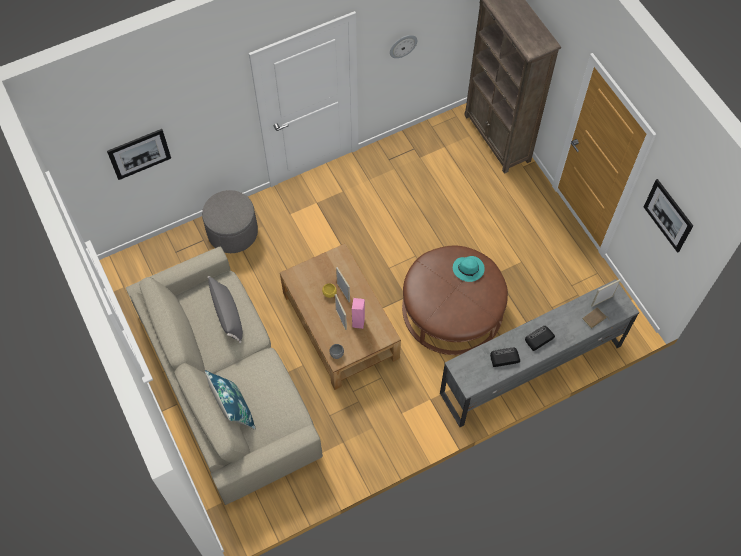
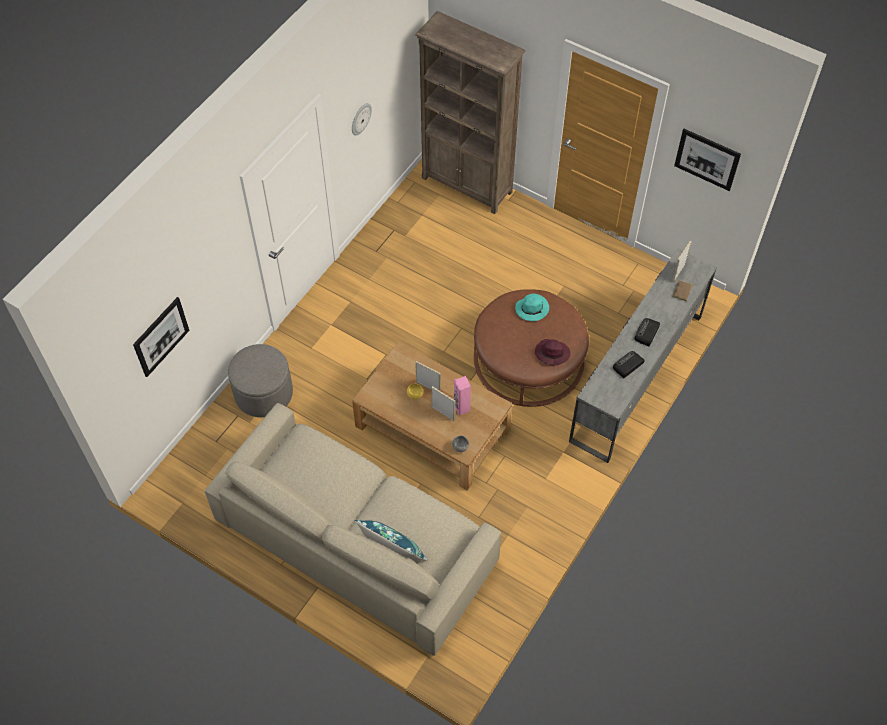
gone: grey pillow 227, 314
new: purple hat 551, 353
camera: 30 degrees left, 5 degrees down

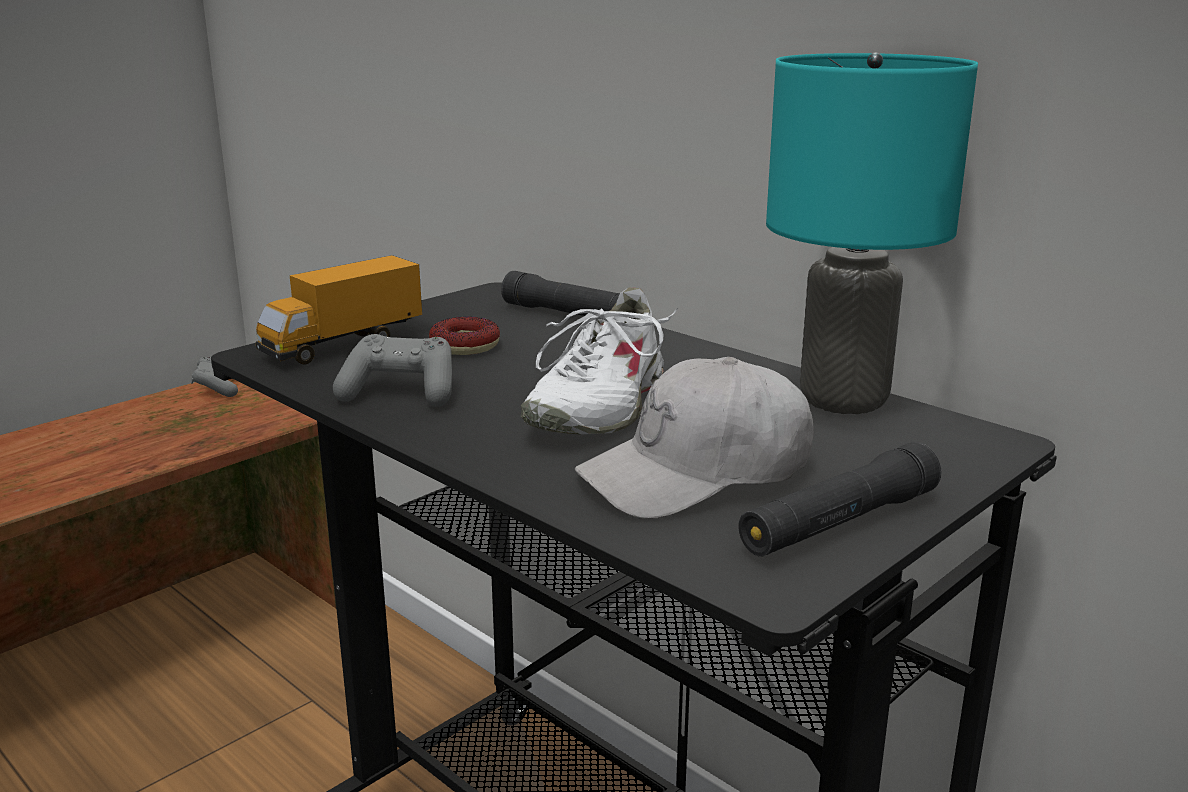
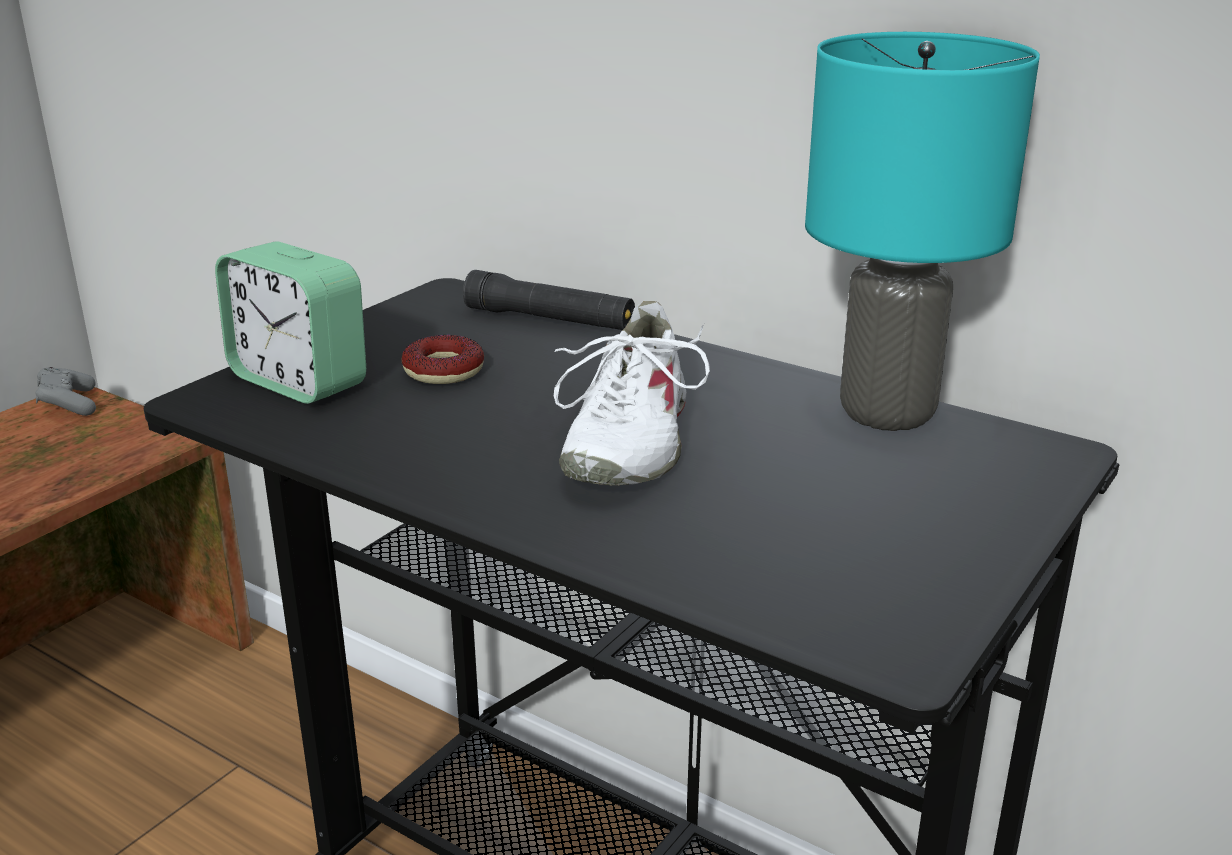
gone: grey game controller 400, 393; white cap 698, 474; black flashlight 839, 523
swapped: toy truck 342, 346 to alarm clock 299, 381
camera: 10 degrees left, 5 degrees up

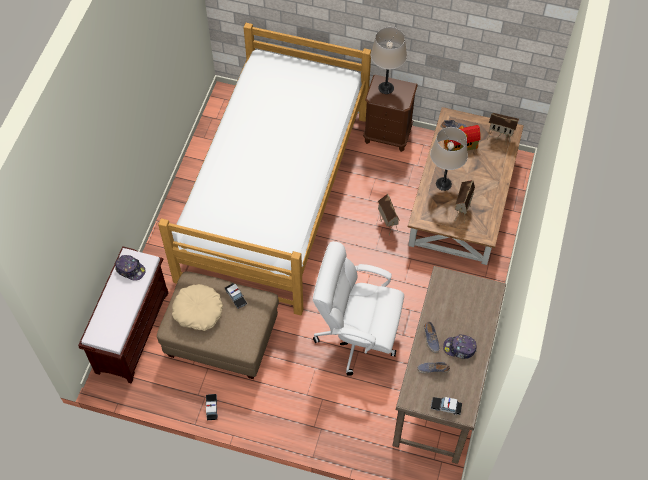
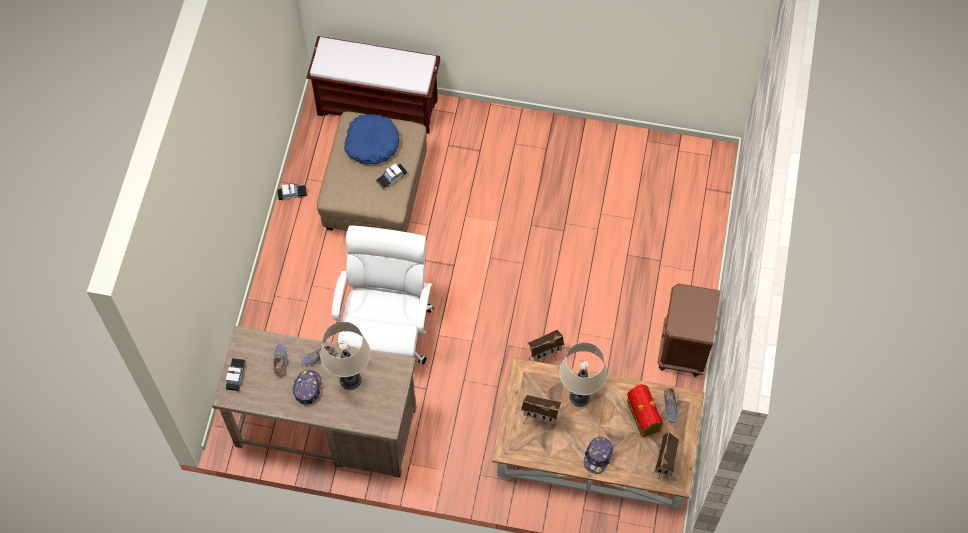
gone: bed 275, 195
shifted: beige table lamp 386, 88 to 350, 379; cap 130, 269 to 598, 456
repainted: beige pillow 199, 310 to blue pillow 373, 144
camera: 85 degrees right, 5 degrees up

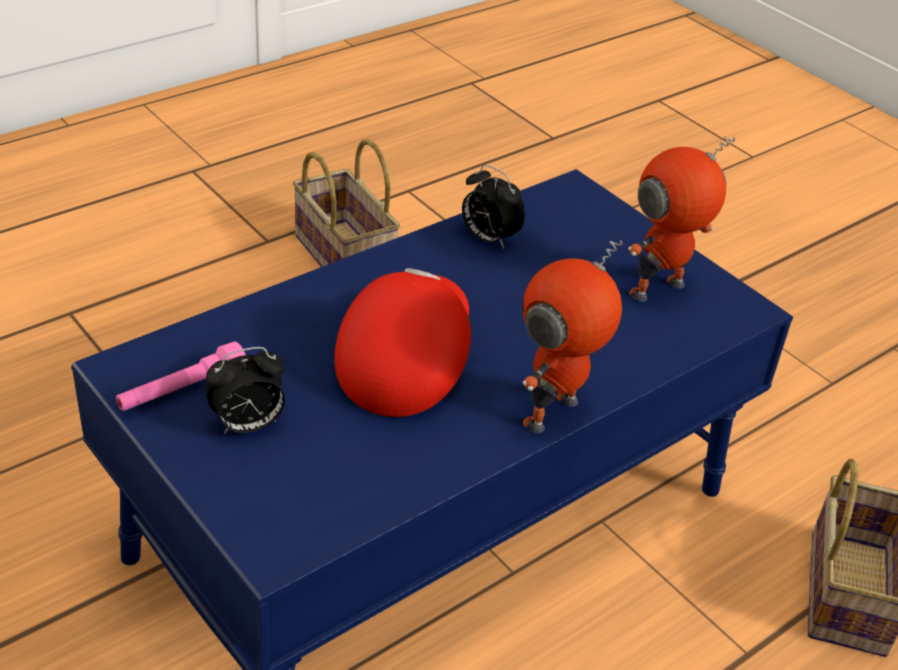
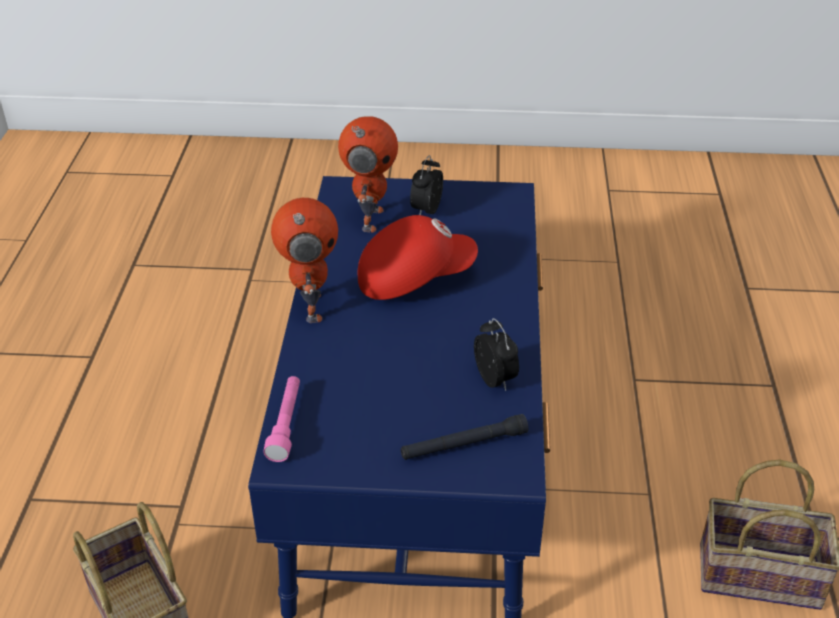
new: black flashlight 464, 445
shifted: toy robot 659, 291 to 370, 219; pink flashlight 182, 391 to 286, 424
rotated: alarm clock 488, 239 = 495, 380 75 degrees clockwise; red cap 403, 362 = 414, 278 75 degrees counterclockwise
camera: 135 degrees right, 0 degrees up

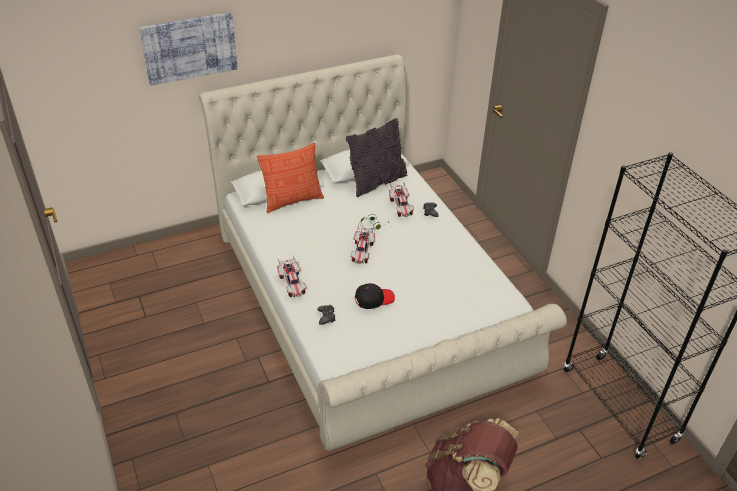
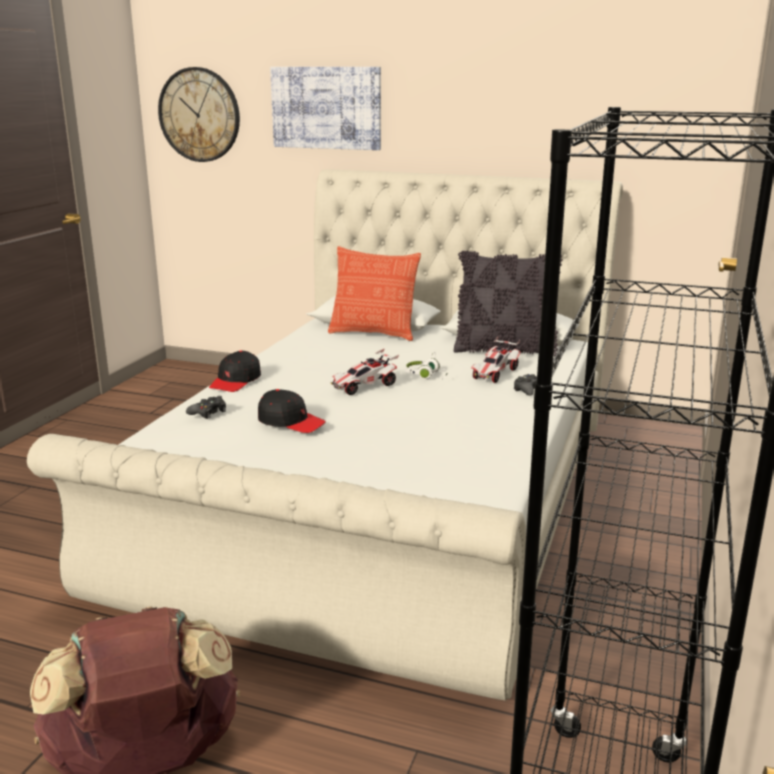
new: wall clock 199, 115
swapped: toy car 292, 284 to black cap 236, 381
camera: 45 degrees right, 20 degrees down

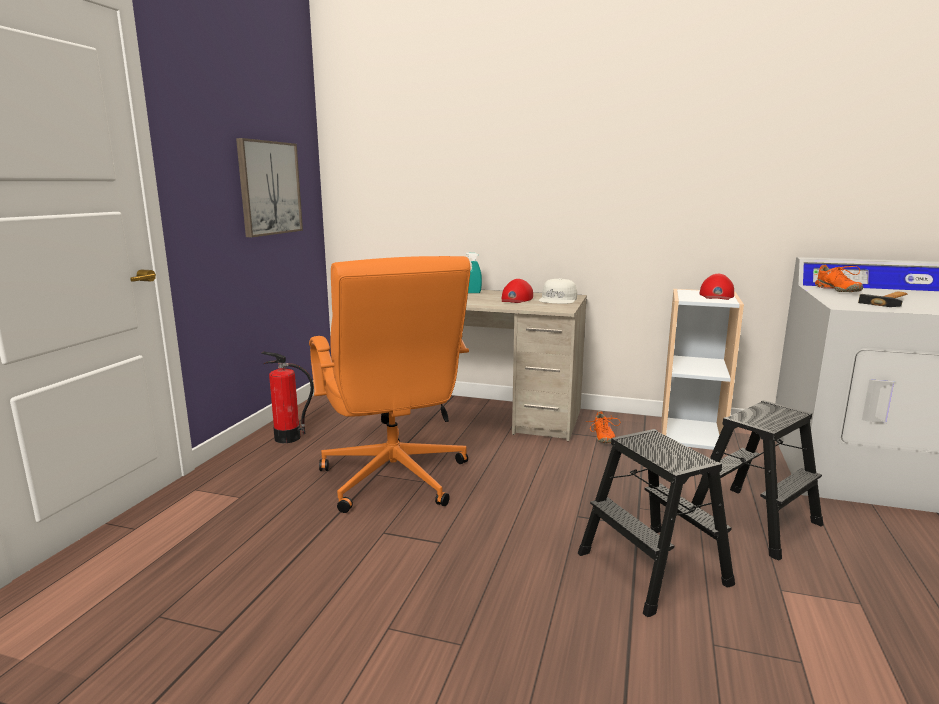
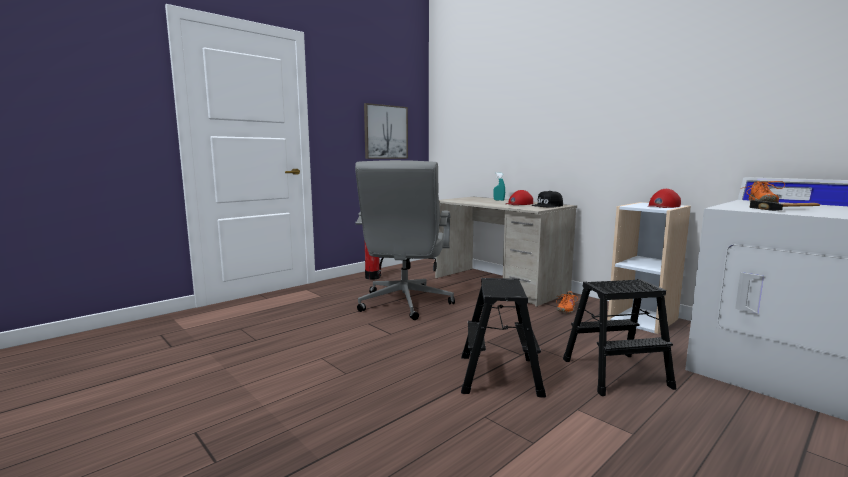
repainted: orange office chair 394, 476 to grey office chair 405, 302; white cap 558, 299 to black cap 547, 205
camera: 30 degrees right, 5 degrees down

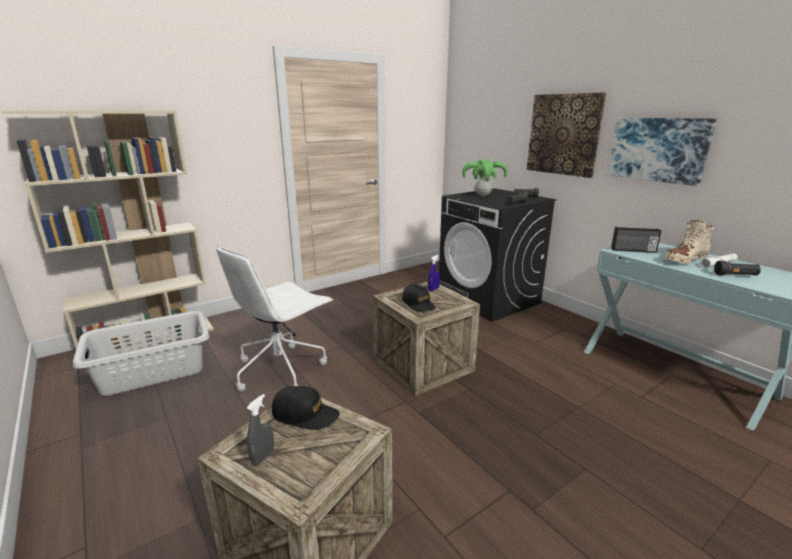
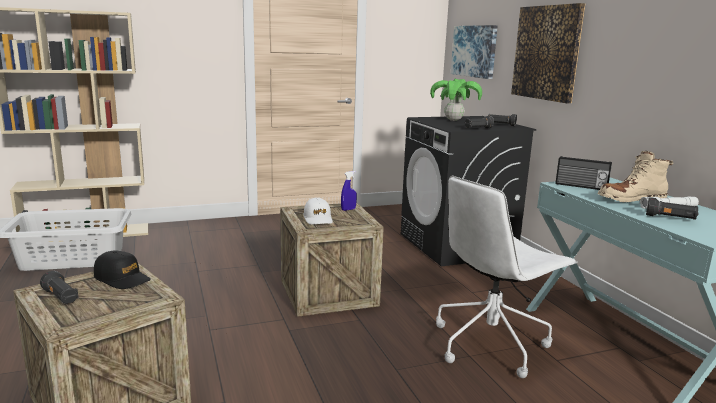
shifted: picture 658, 149 to 474, 51; white office chair 283, 368 to 493, 344
swapped: grey spray bottle 263, 457 to black flashlight 61, 298
repainted: black cap 418, 304 to white cap 318, 219
camera: 15 degrees right, 5 degrees down

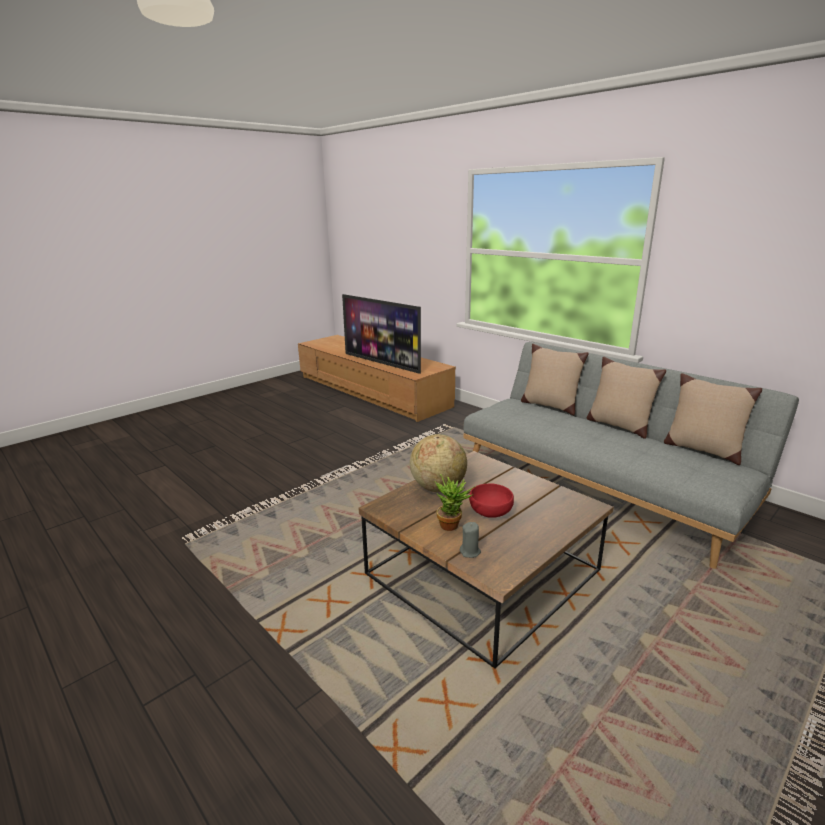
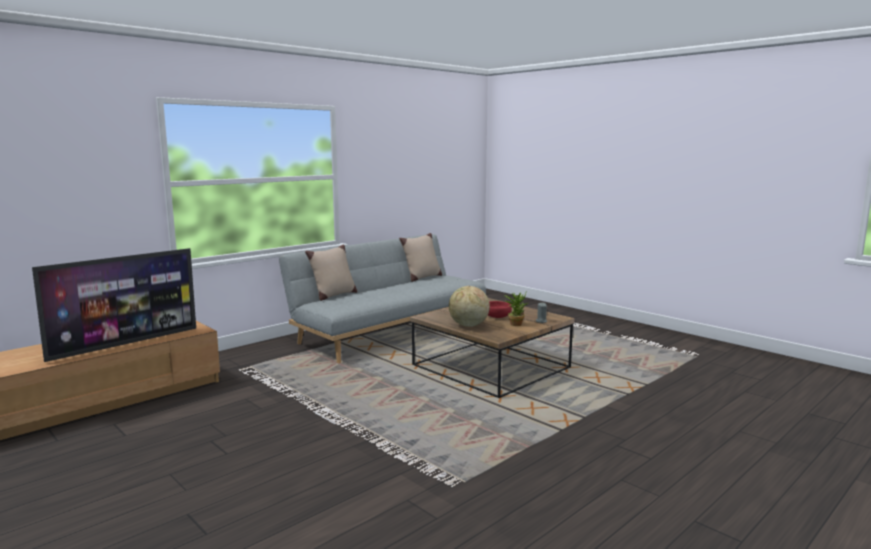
gone: beige pillow 618, 425
camera: 90 degrees left, 10 degrees down

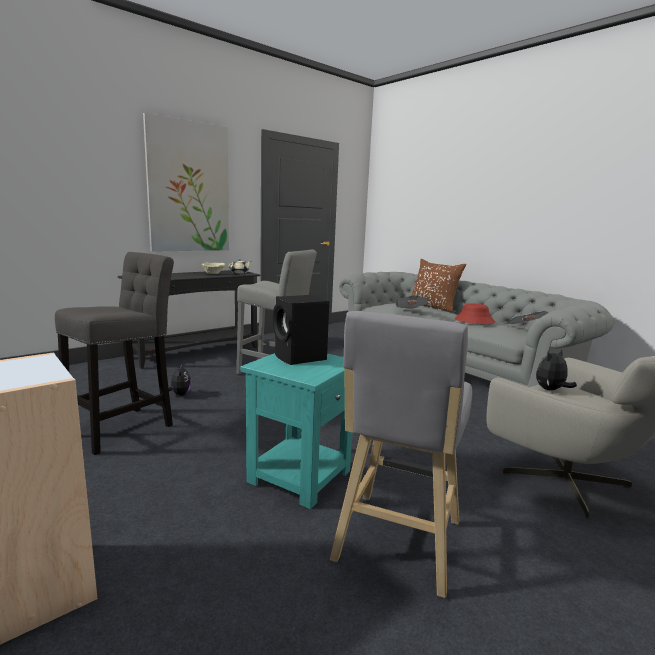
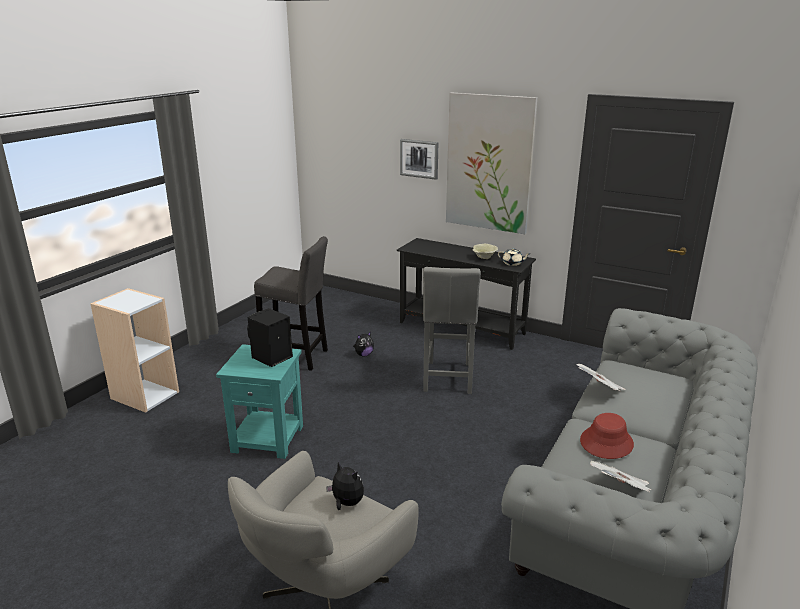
gone: brown pillow 433, 306; grey stool 396, 545
new: picture 419, 158
camera: 70 degrees right, 10 degrees up

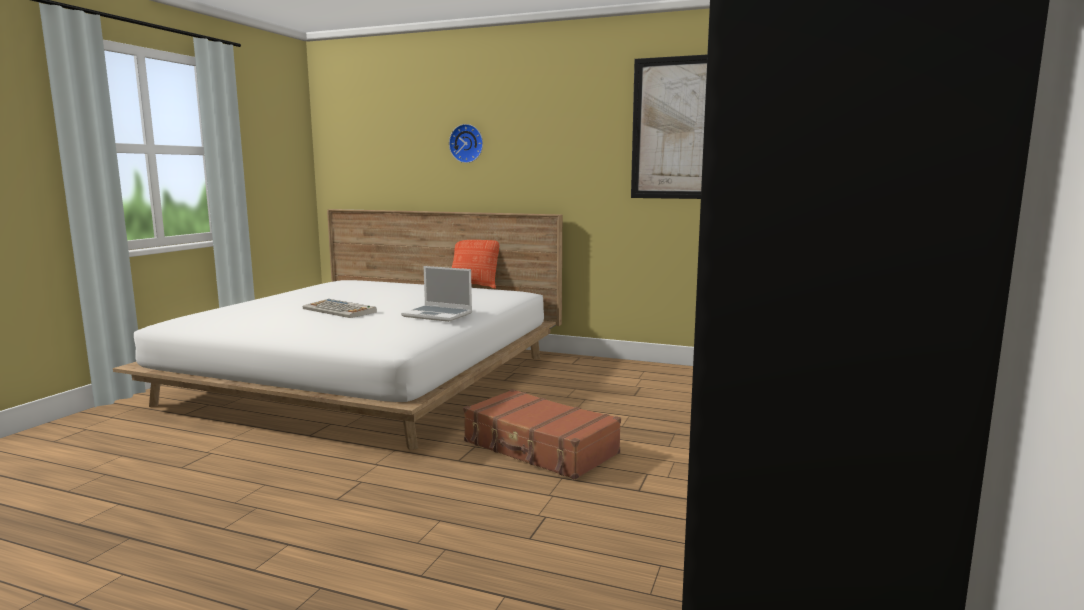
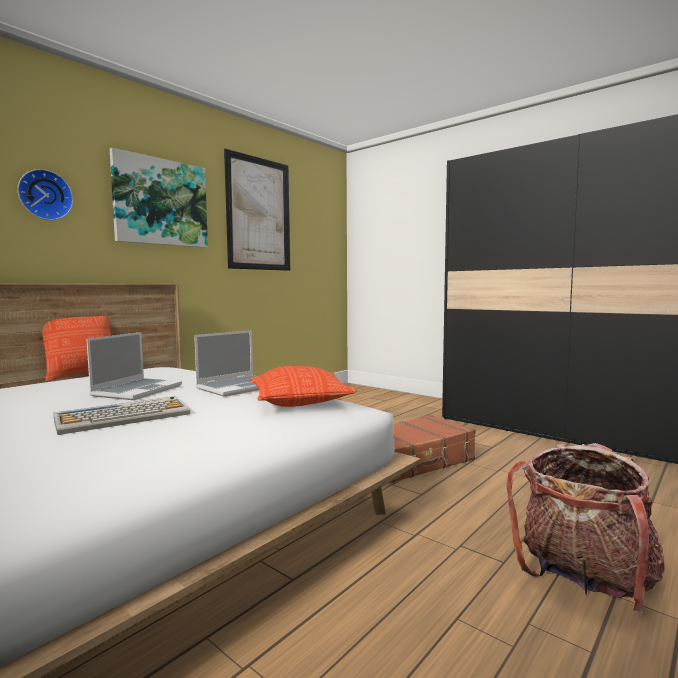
new: picture 161, 202; laptop 137, 390; orange pillow 300, 402; backpack 584, 580
camera: 70 degrees left, 5 degrees down

